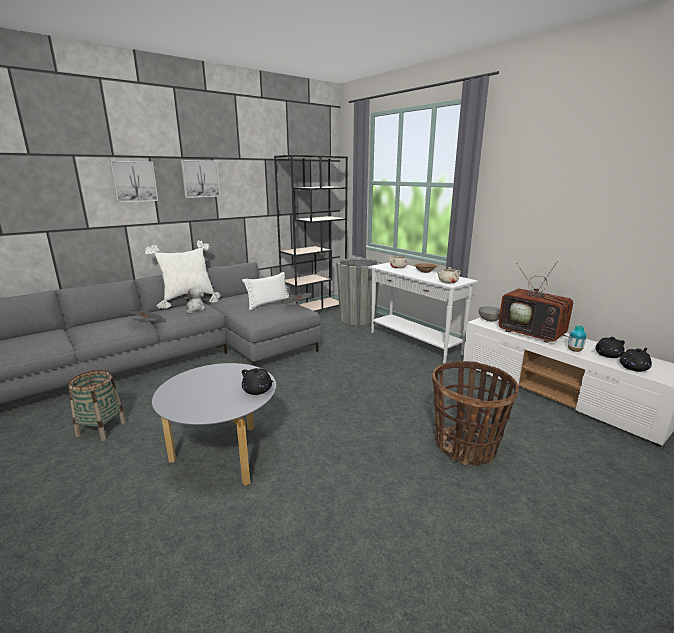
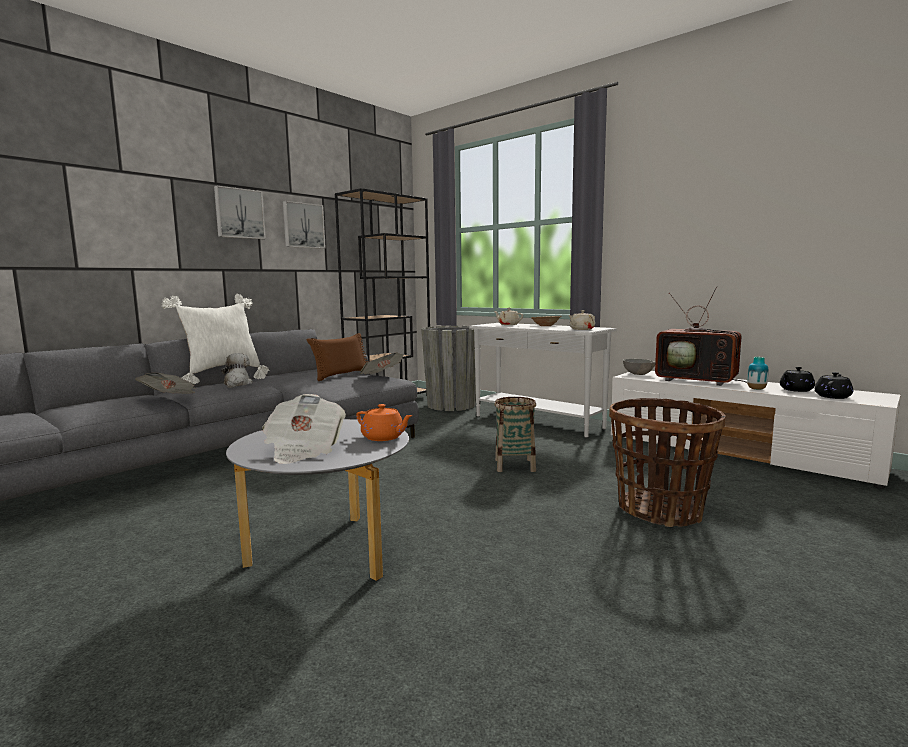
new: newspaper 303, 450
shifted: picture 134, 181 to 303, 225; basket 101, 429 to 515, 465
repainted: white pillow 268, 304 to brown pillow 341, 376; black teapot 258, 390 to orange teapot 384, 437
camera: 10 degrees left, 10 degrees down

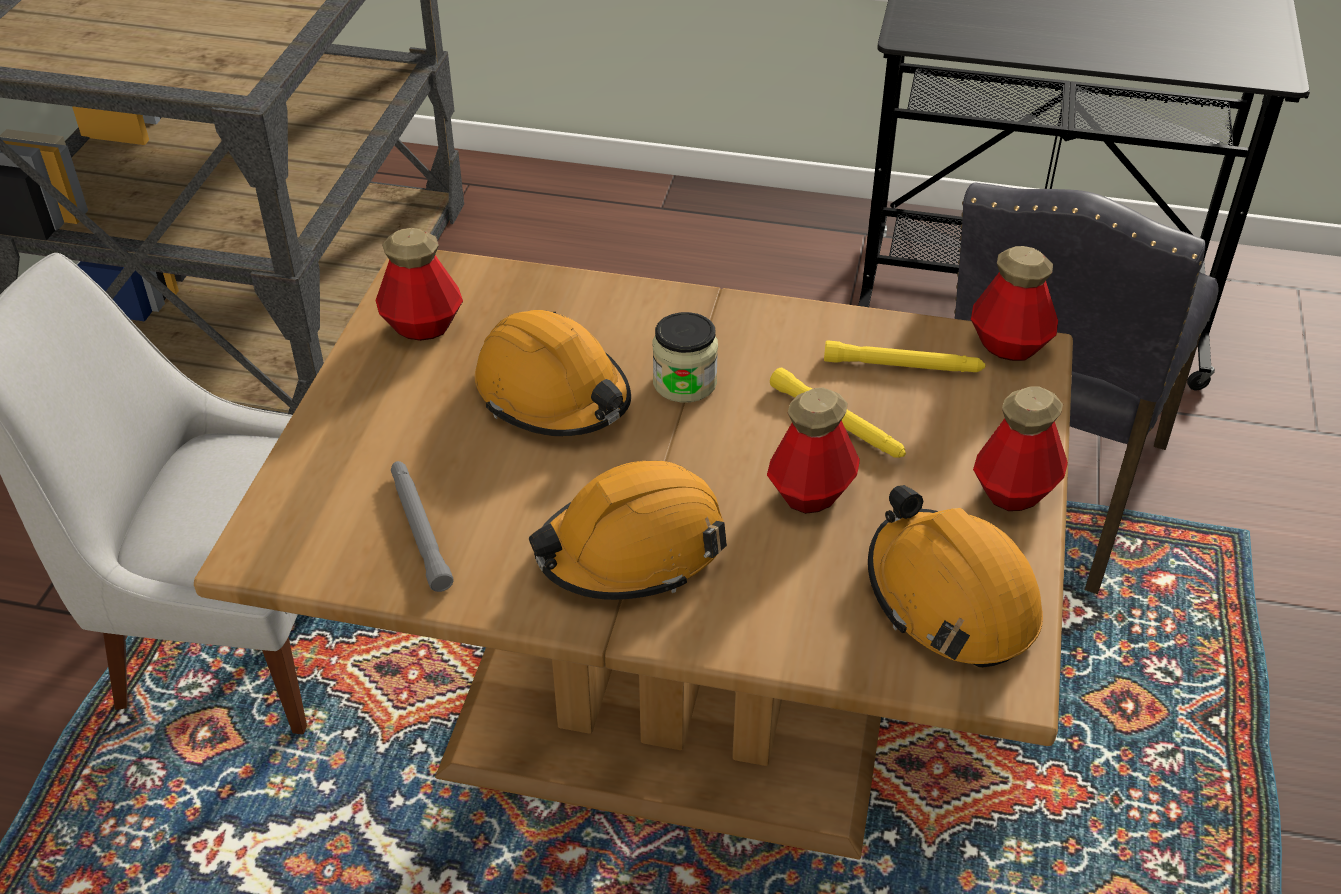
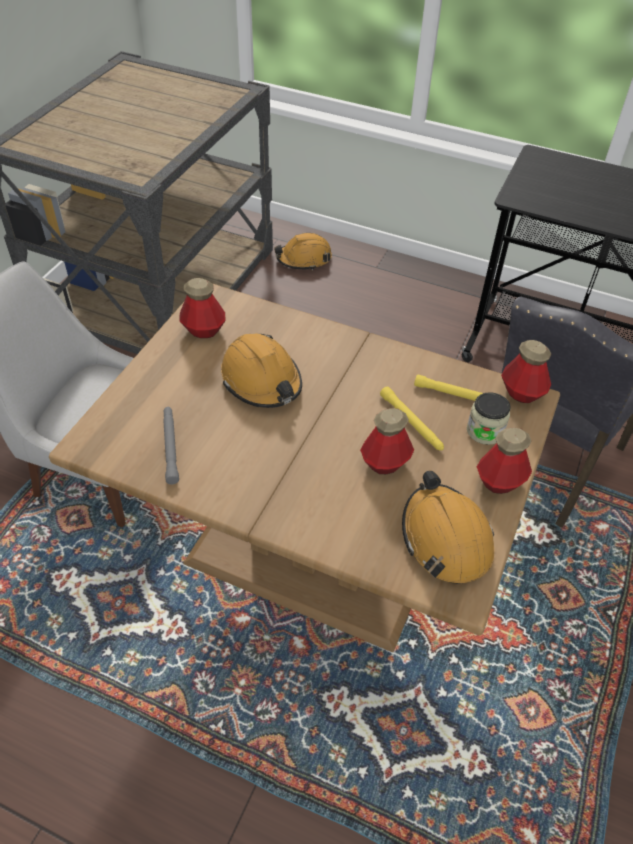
shifted: jar 684, 382 to 485, 431; orange hard hat 631, 550 to 304, 259
camera: 10 degrees right, 5 degrees up

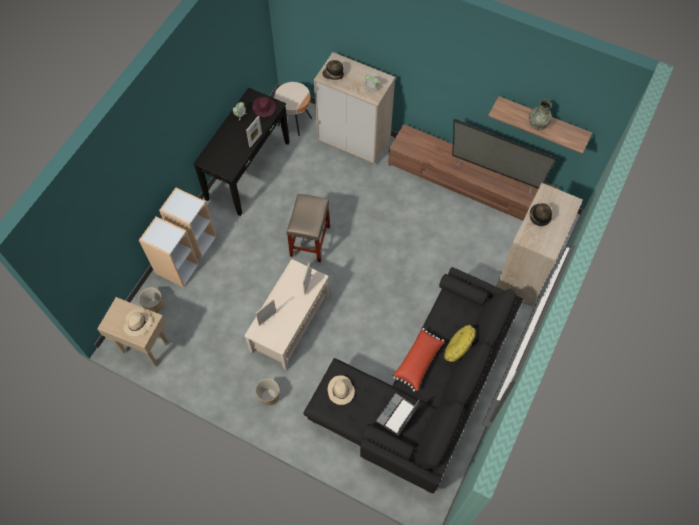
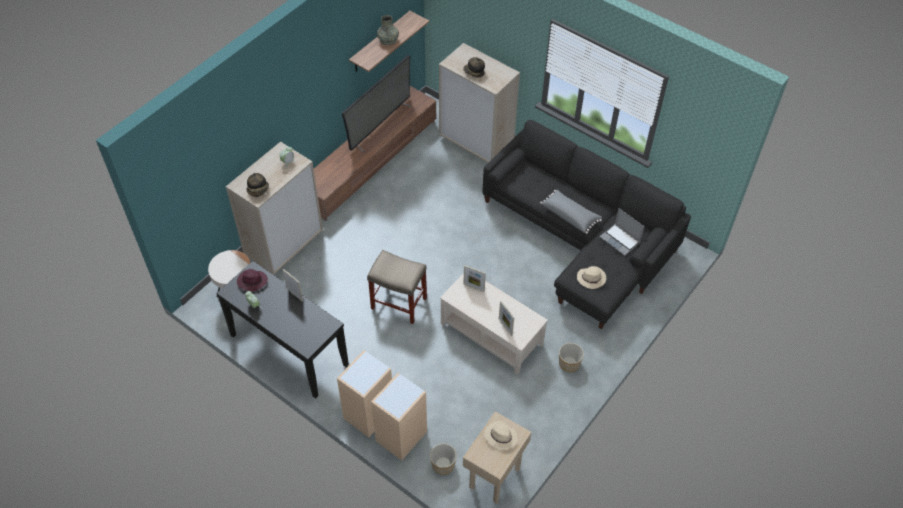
gone: yellow pillow 457, 350
repainted: red pillow 418, 362 to grey pillow 570, 215
camera: 80 degrees left, 10 degrees down

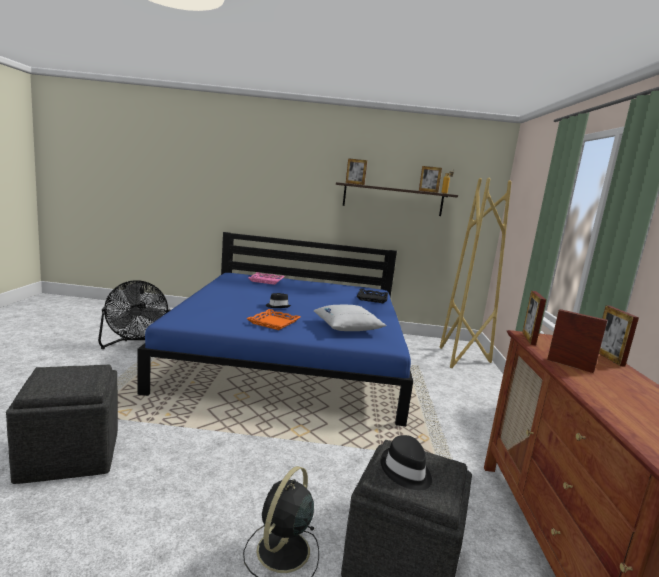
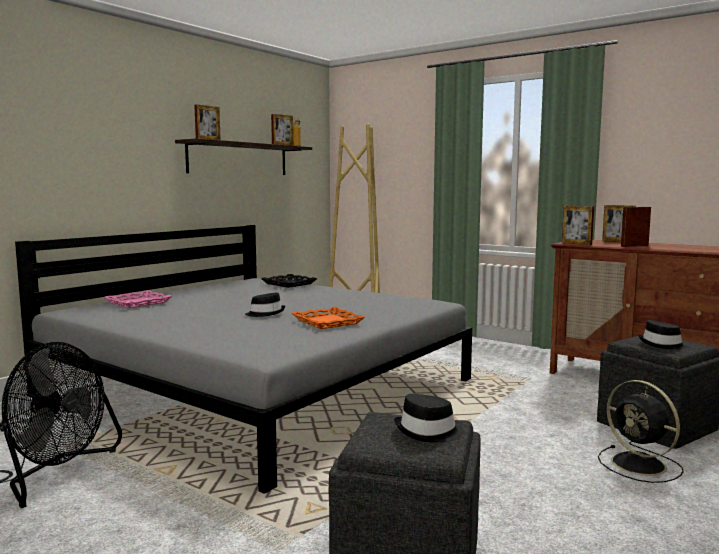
gone: grey pillow 347, 328
new: black hat 429, 432
repainted: blue bed 290, 356 to grey bed 258, 387
camera: 55 degrees left, 5 degrees down

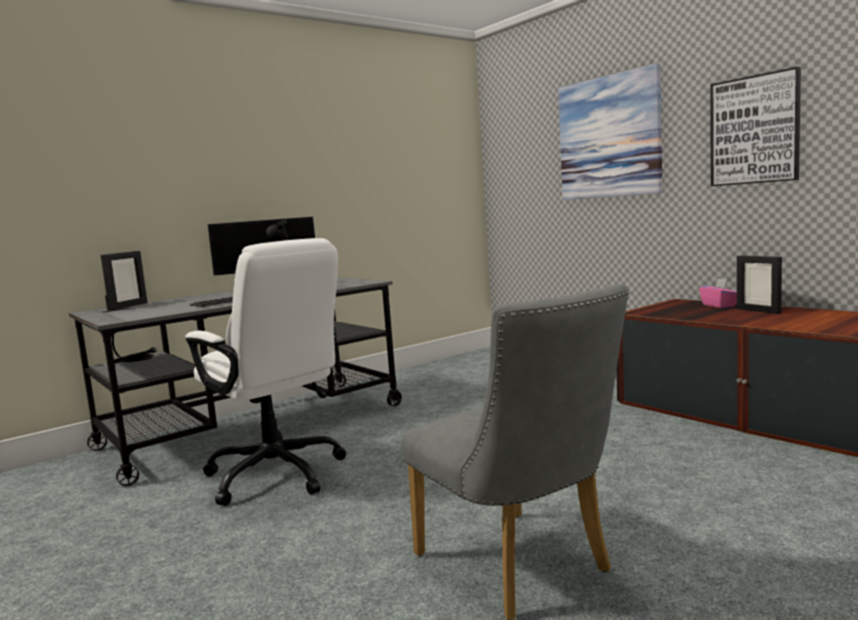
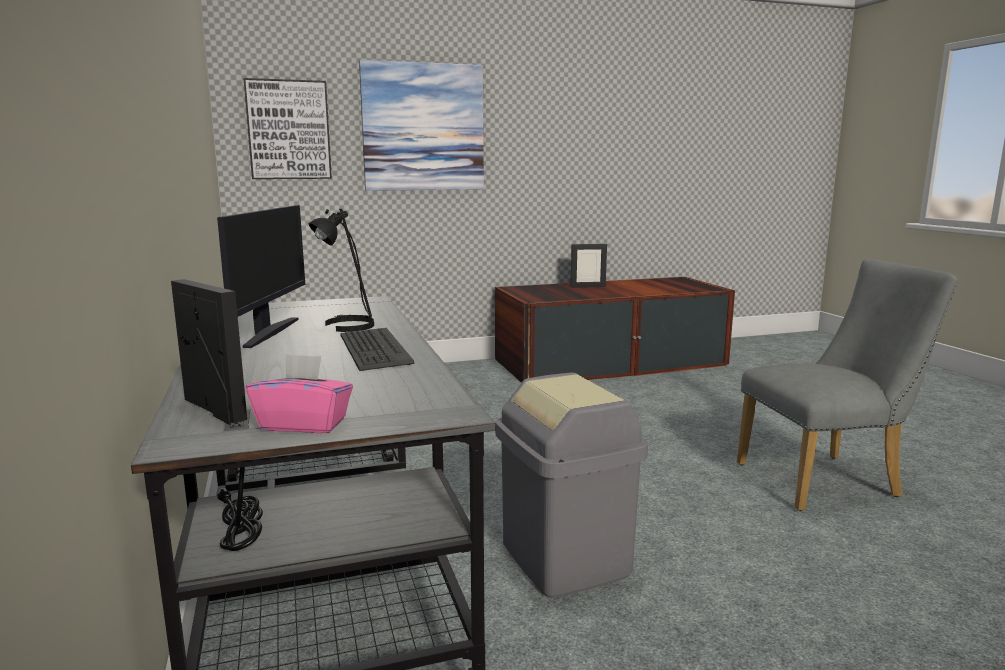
shifted: picture 754, 130 to 288, 130; pink tissue box 719, 305 to 304, 424
swapped: white office chair 279, 477 to grey trash can 566, 559
camera: 70 degrees left, 5 degrees up

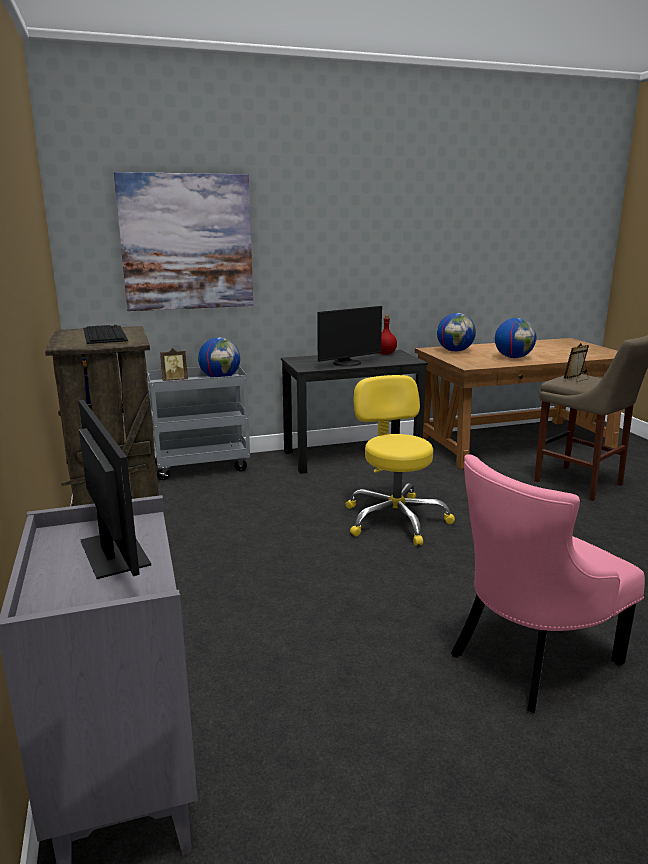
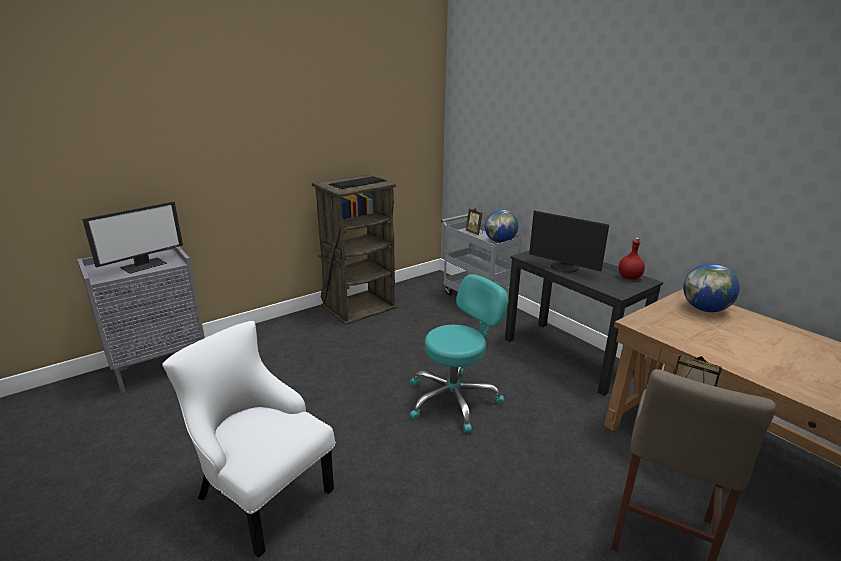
gone: picture 187, 242; globe 513, 357
repainted: yellow office chair 394, 517 to turquoise office chair 456, 398; pink chair 533, 656 to white chair 265, 498
camera: 70 degrees right, 5 degrees up

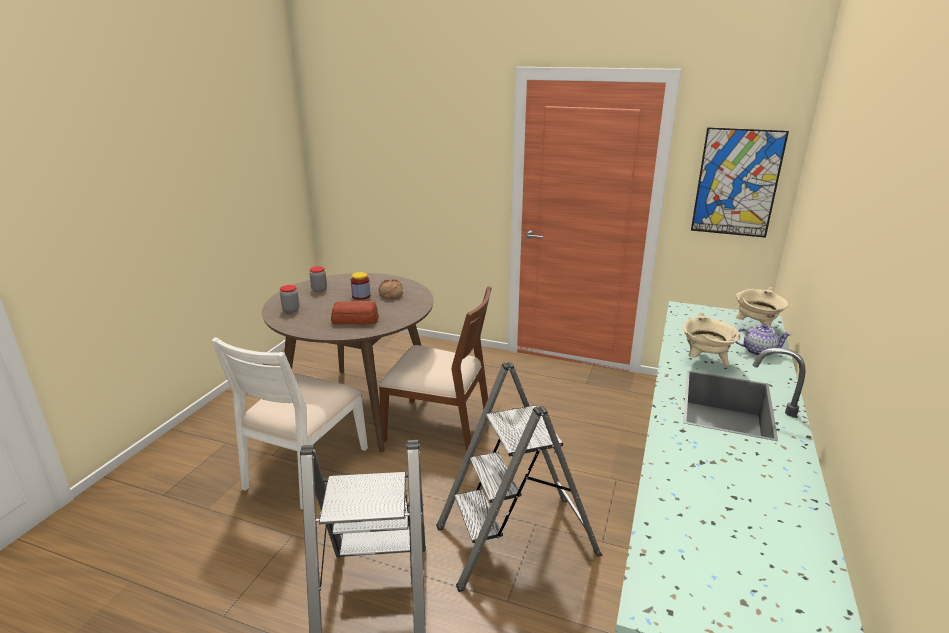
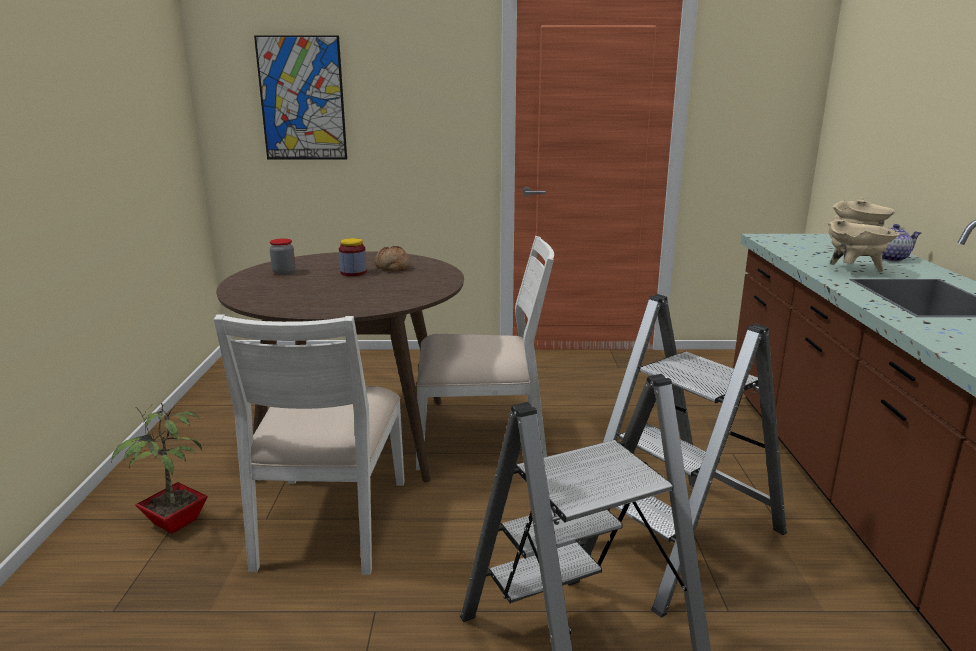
gone: jar 291, 310; bread 354, 319
new: potted plant 173, 524
shifted: picture 737, 183 to 302, 99
repainted: brown chair 439, 427 to white chair 481, 441
camera: 20 degrees left, 5 degrees down

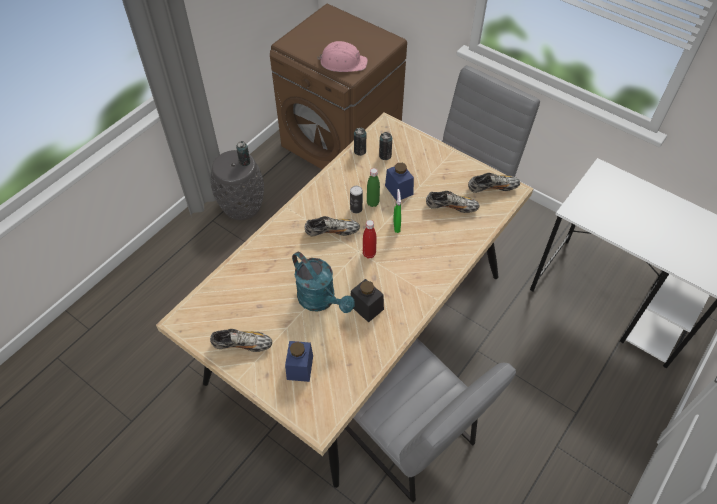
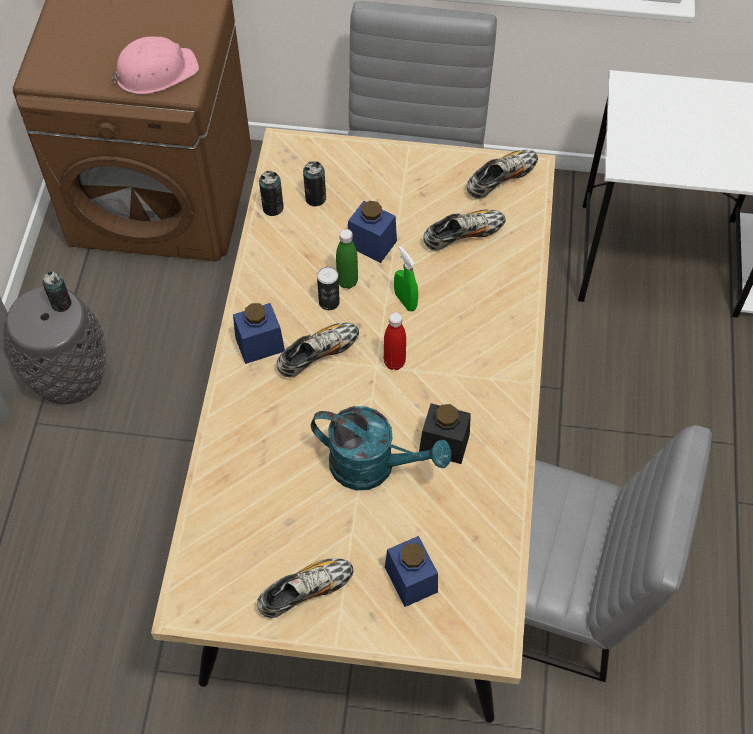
new: blue jar 260, 344
camera: 30 degrees left, 5 degrees up

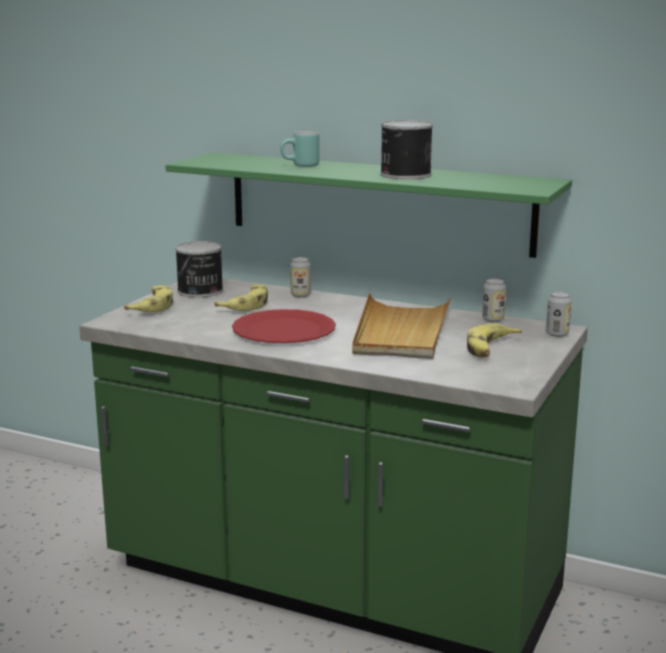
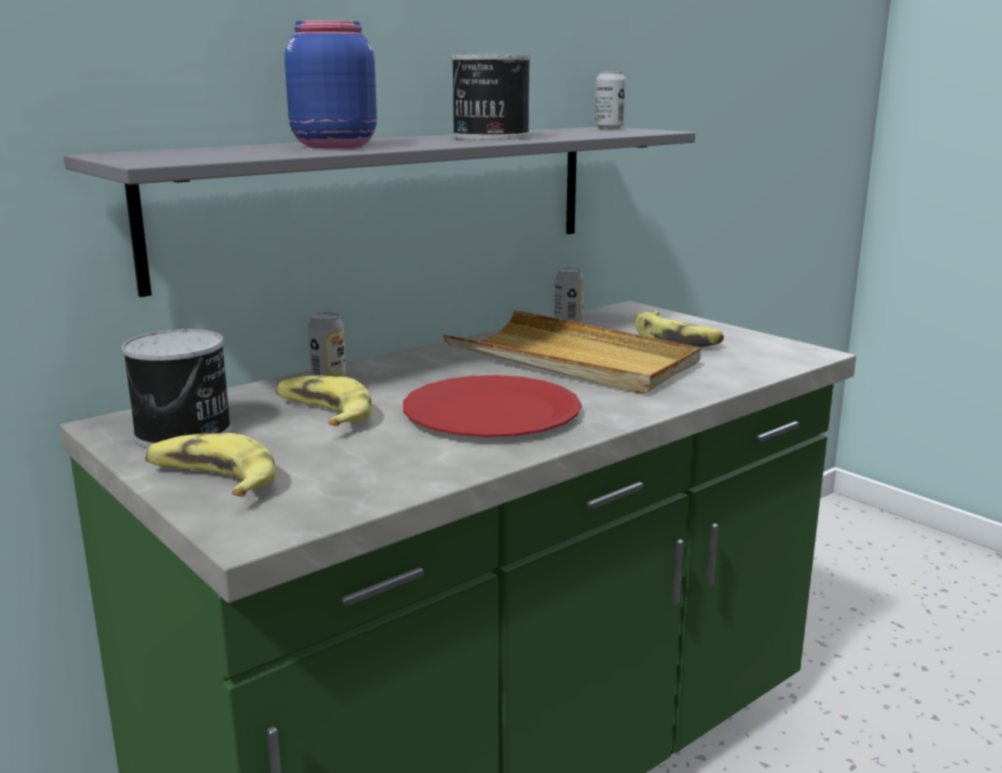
shifted: can 557, 334 to 609, 128
swapped: turquoise mug 301, 166 to blue jar 332, 146
repainted: green shelf 377, 202 to grey shelf 388, 199
camera: 65 degrees left, 0 degrees up

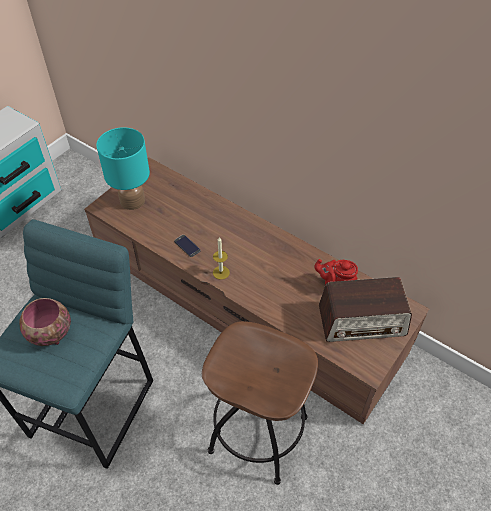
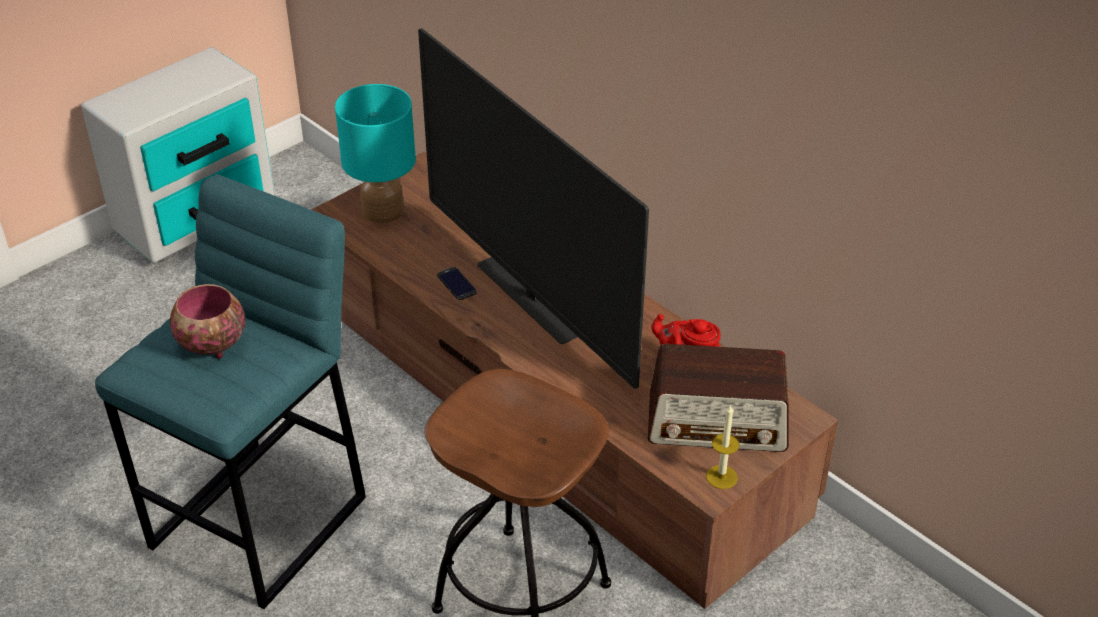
new: television 529, 299
shifted: candle 221, 272 to 721, 477
camera: 10 degrees right, 10 degrees down

